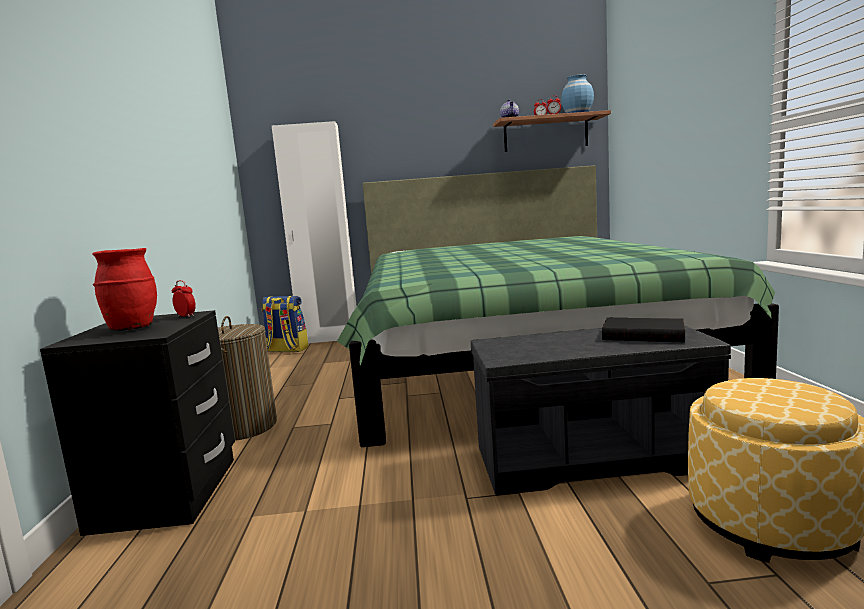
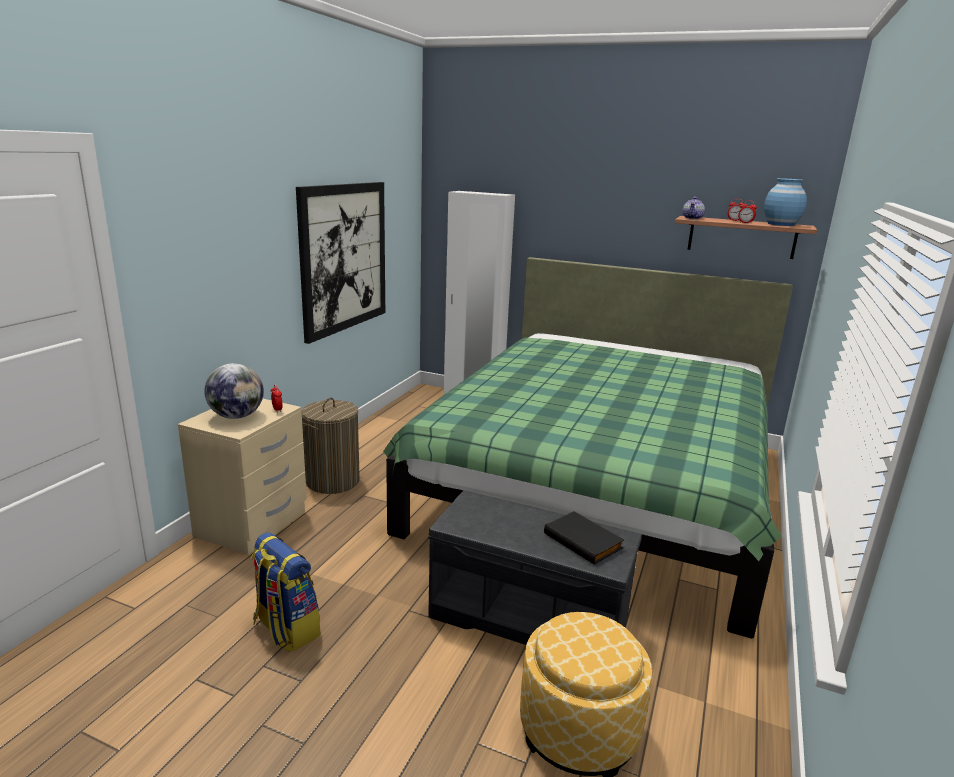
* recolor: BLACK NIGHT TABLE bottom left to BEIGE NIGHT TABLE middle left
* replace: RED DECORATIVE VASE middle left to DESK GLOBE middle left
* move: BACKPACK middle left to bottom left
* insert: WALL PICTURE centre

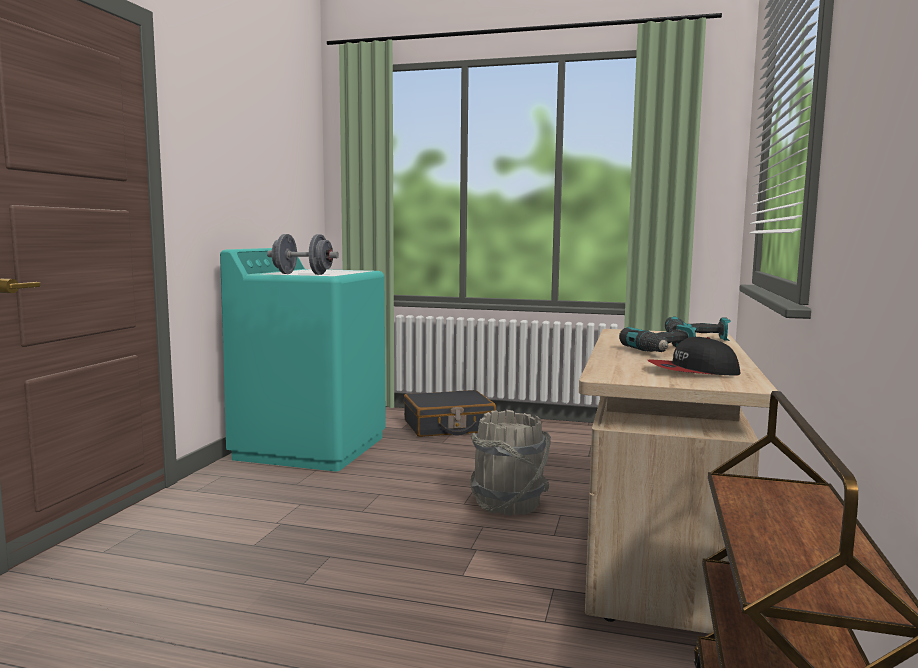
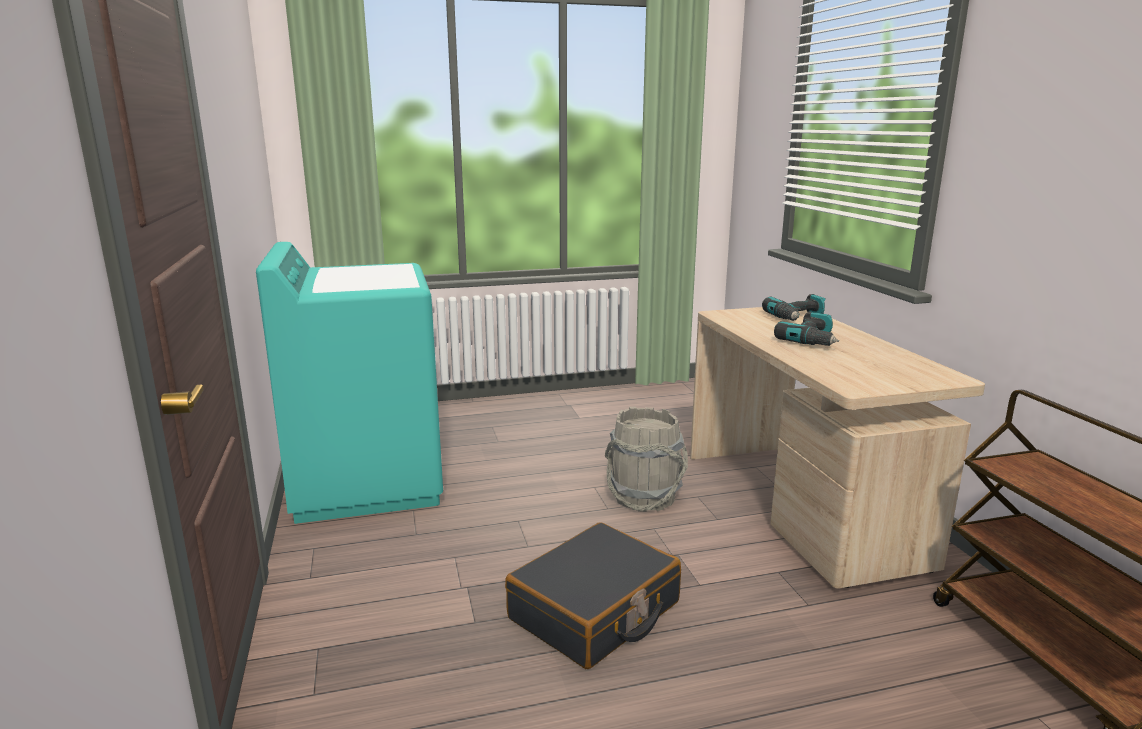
* delete: GRAY FREE WEIGHT middle left
* move: BLACK SUITCASE centre to bottom centre
* delete: PEAKED CAP middle right

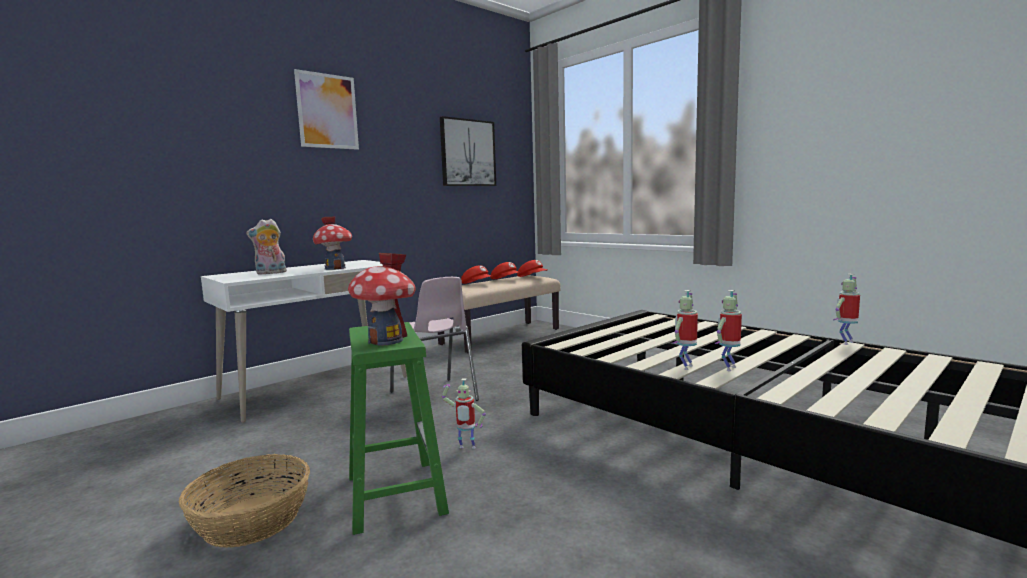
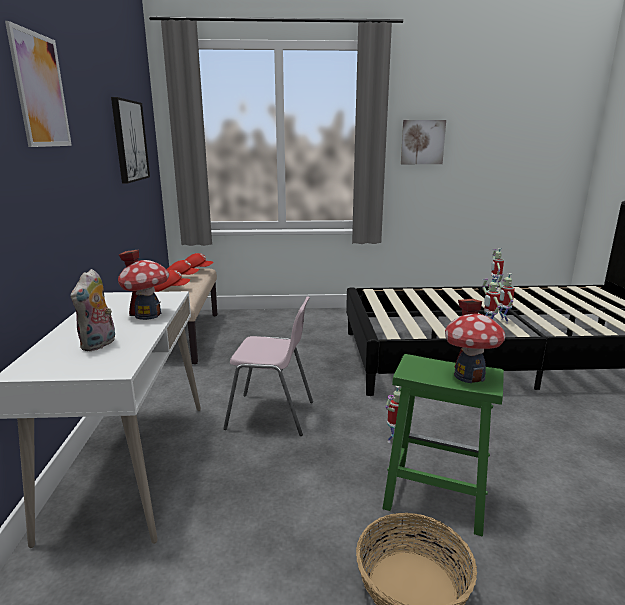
* insert: WALL PICTURE (3rd from left) top right

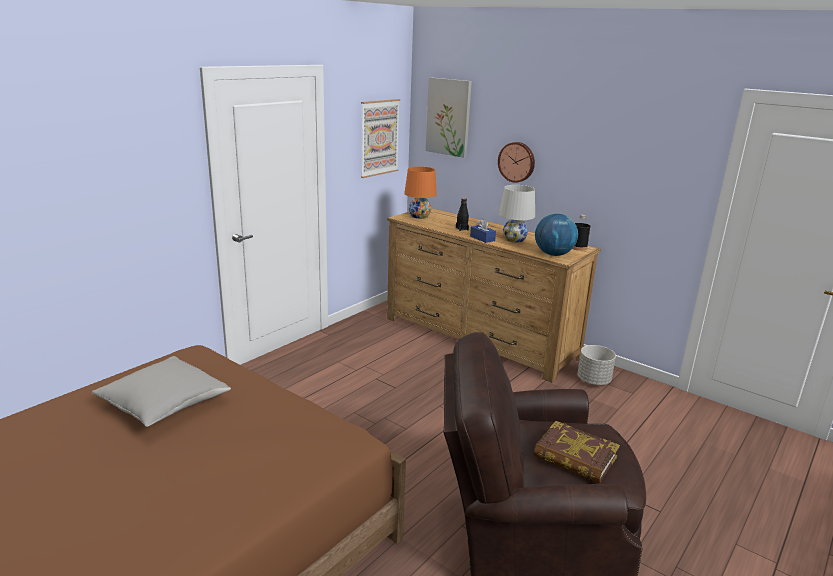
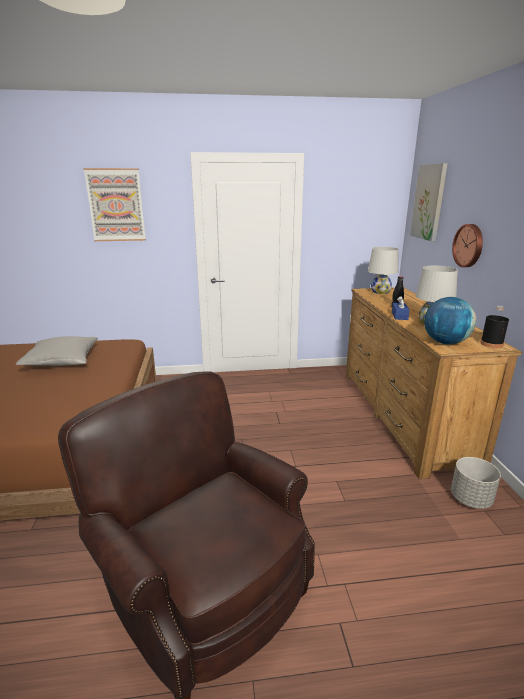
* move: WALL PICTURE (1st from left) top centre to top left
* recolor: ORANGE-COLOURED TABLE LAMP centre to WHITISH TABLE LAMP (1st from left) middle right
* delete: BOOK bottom right

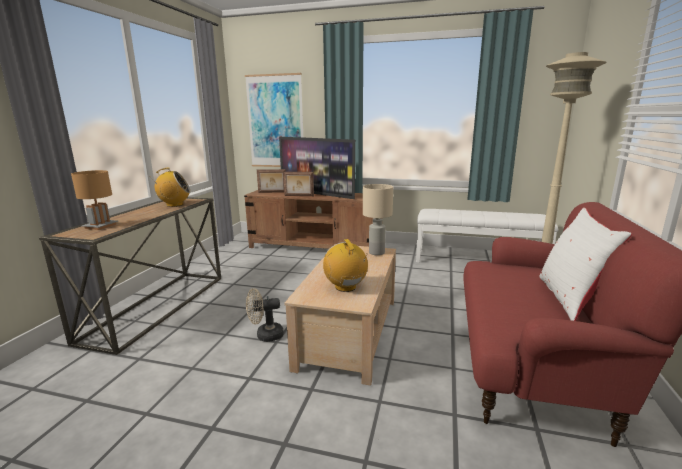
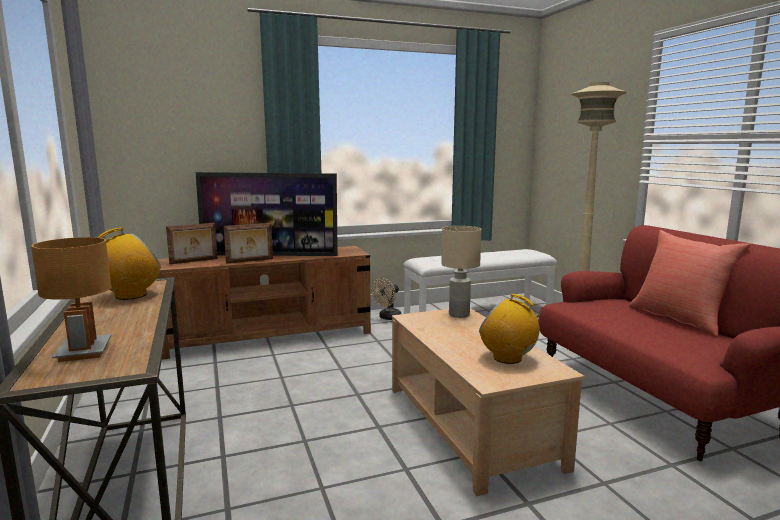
* delete: WALL PICTURE top centre
* move: BEIGE FAN bottom centre to centre
* recolor: WHITISH PILLOW middle right to RED PILLOW middle right

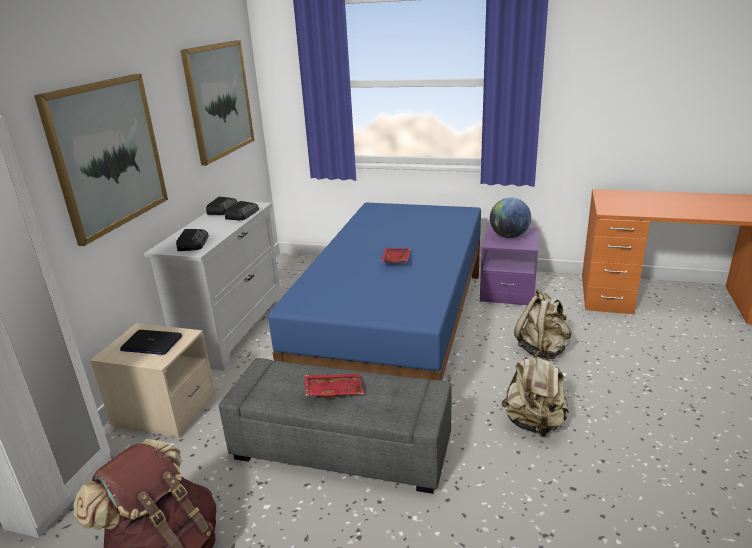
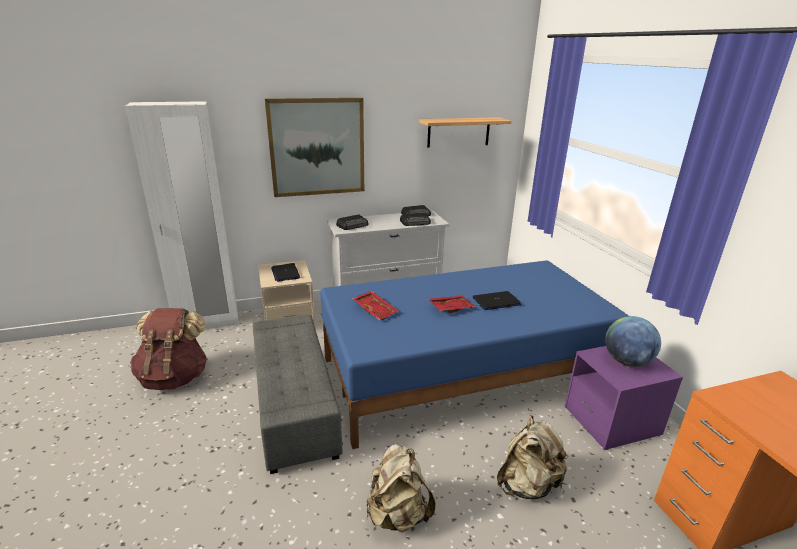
* replace: WALL PICTURE (2nd from left) top left to SHELF top centre
* move: RED SERVING TRAY (1st from left) bottom centre to centre
* insert: PORTABLE COMPUTER (2nd from left) centre

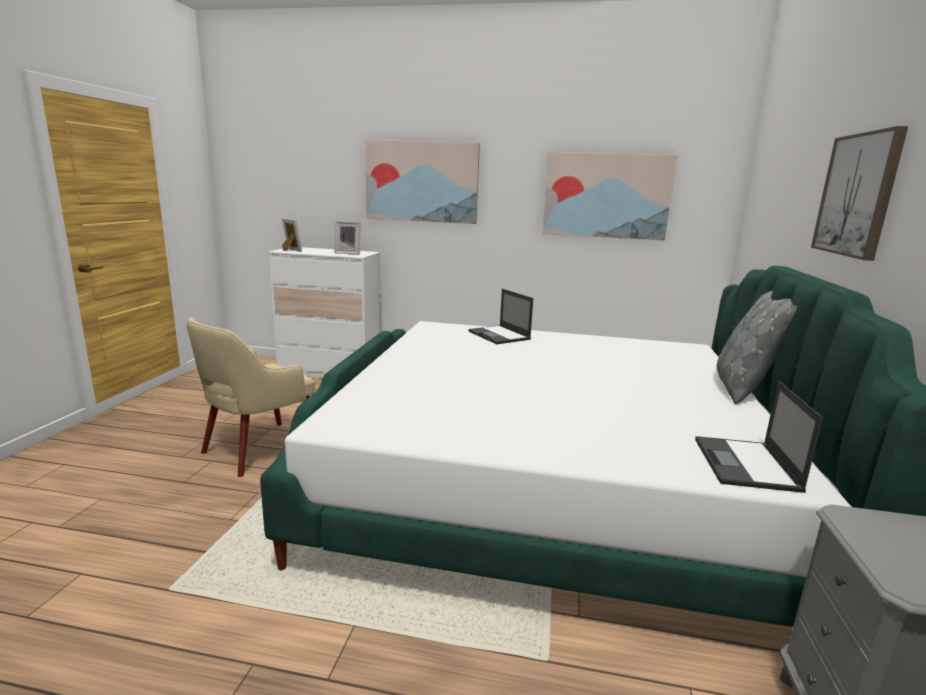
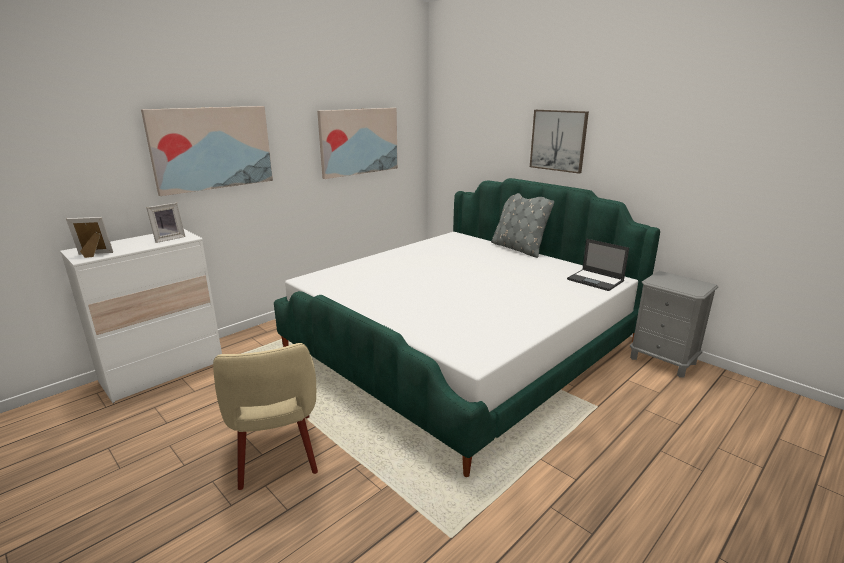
* delete: PORTABLE COMPUTER (1st from left) centre

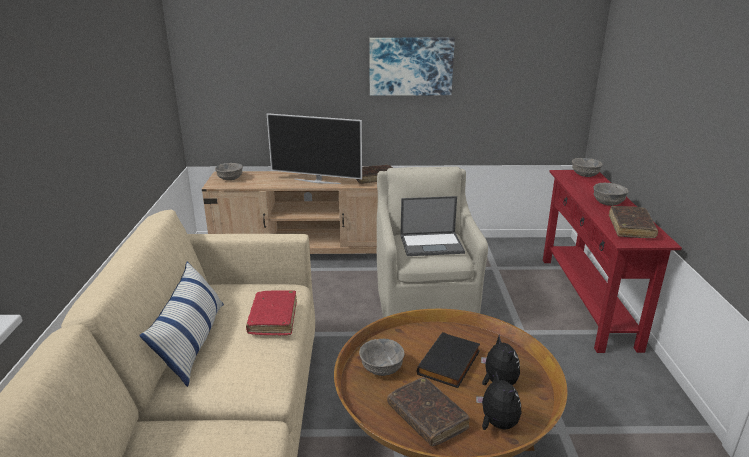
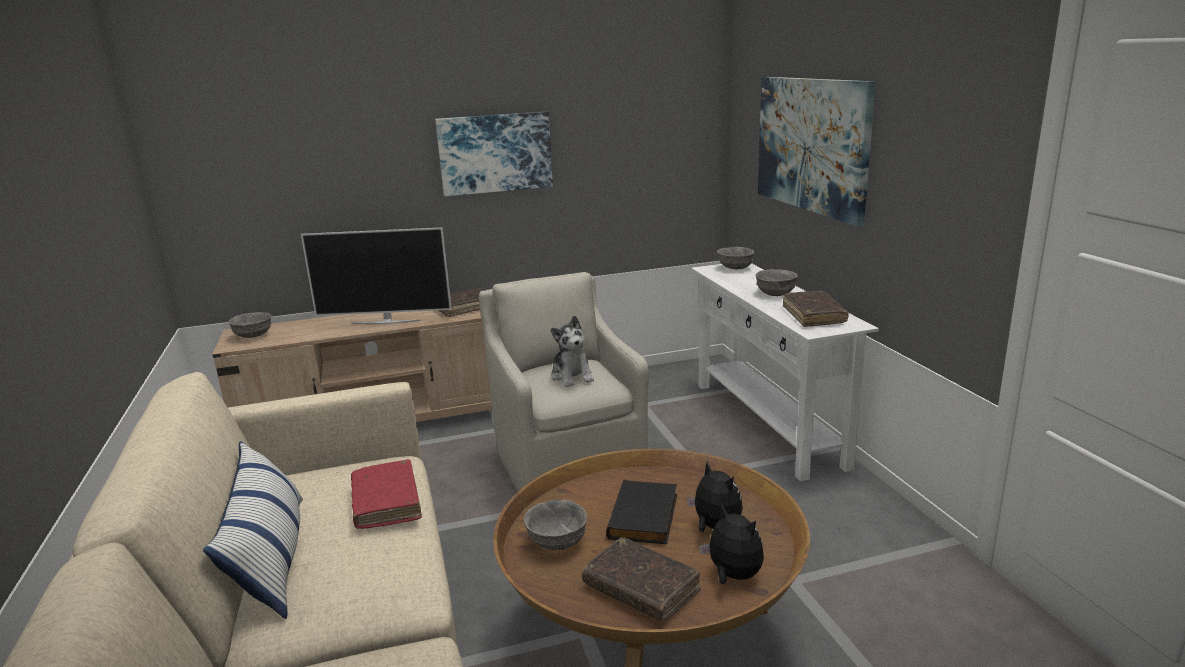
* replace: PORTABLE COMPUTER centre to SOFT TOY (1st from left) centre
* recolor: RED CONSOLE TABLE middle right to WHITISH CONSOLE TABLE centre
* insert: WALL PICTURE (2nd from left) top right

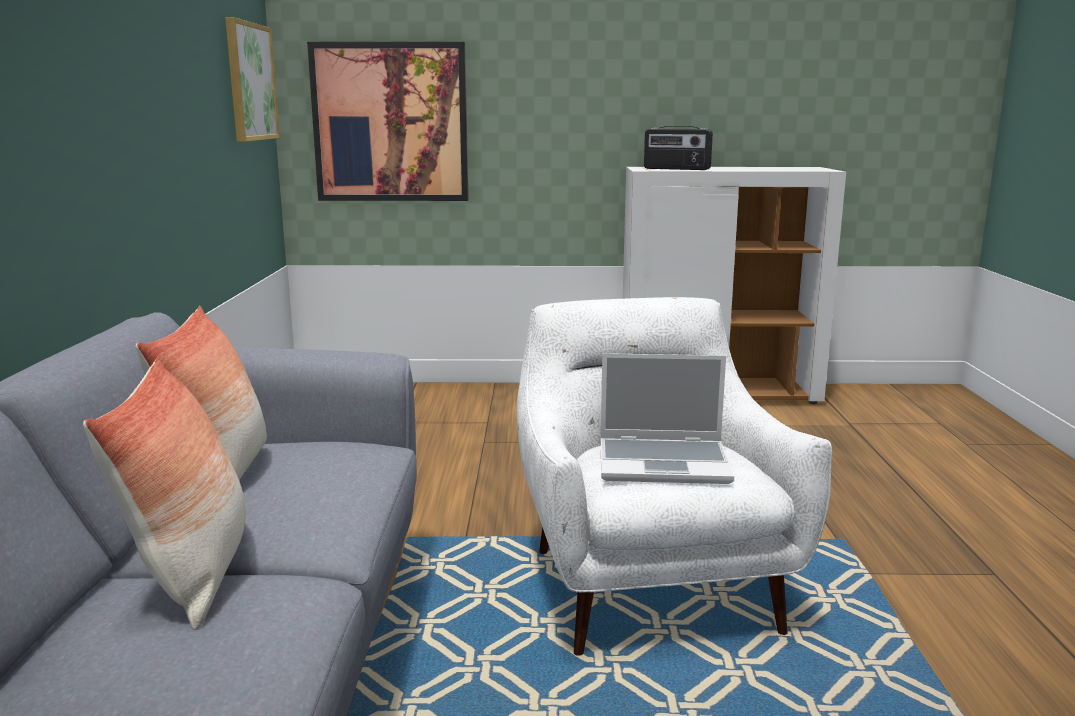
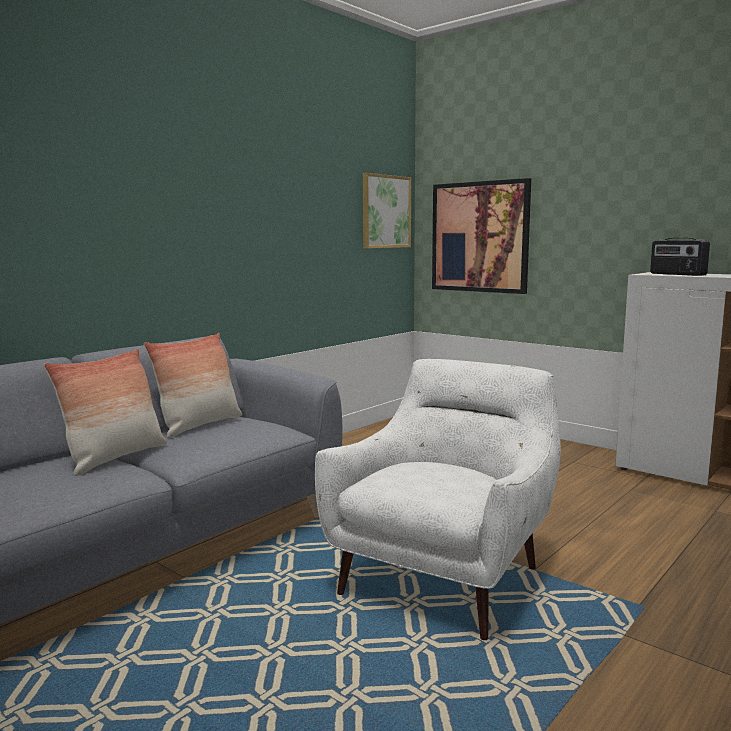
* delete: PORTABLE COMPUTER centre

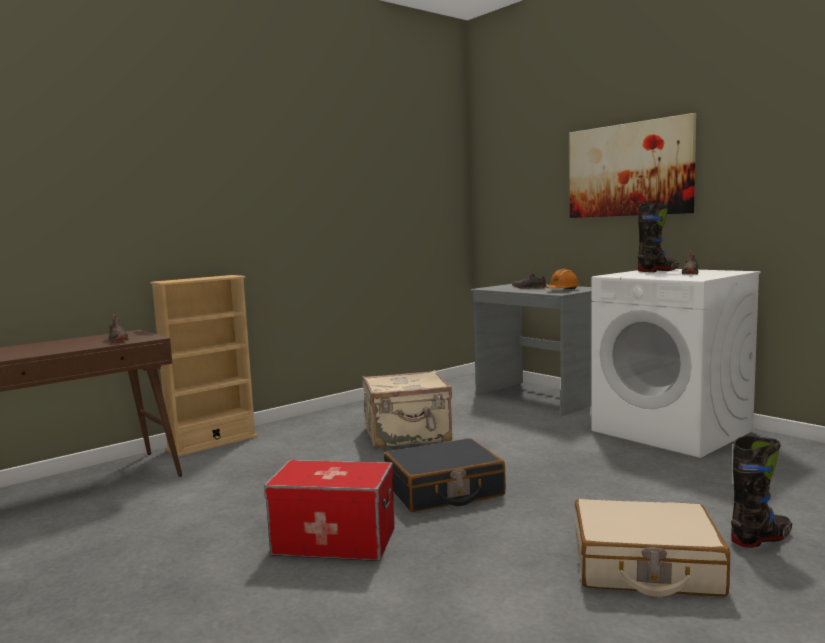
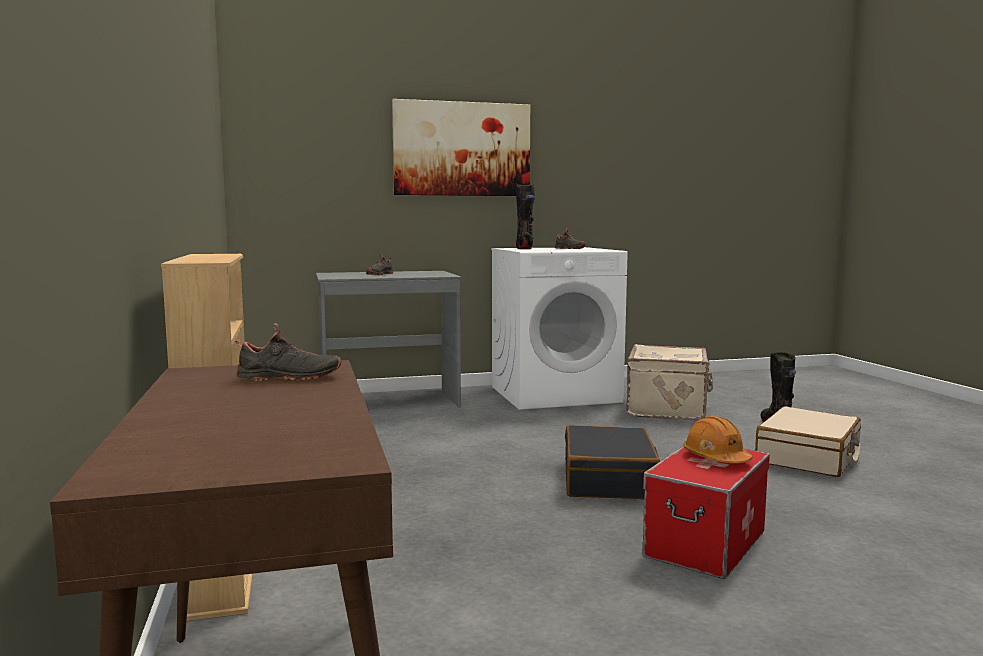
* move: BEIGE SUITCASE (1st from left) centre to middle right
* move: ORANGE-COLOURED HARD HAT middle right to bottom right

